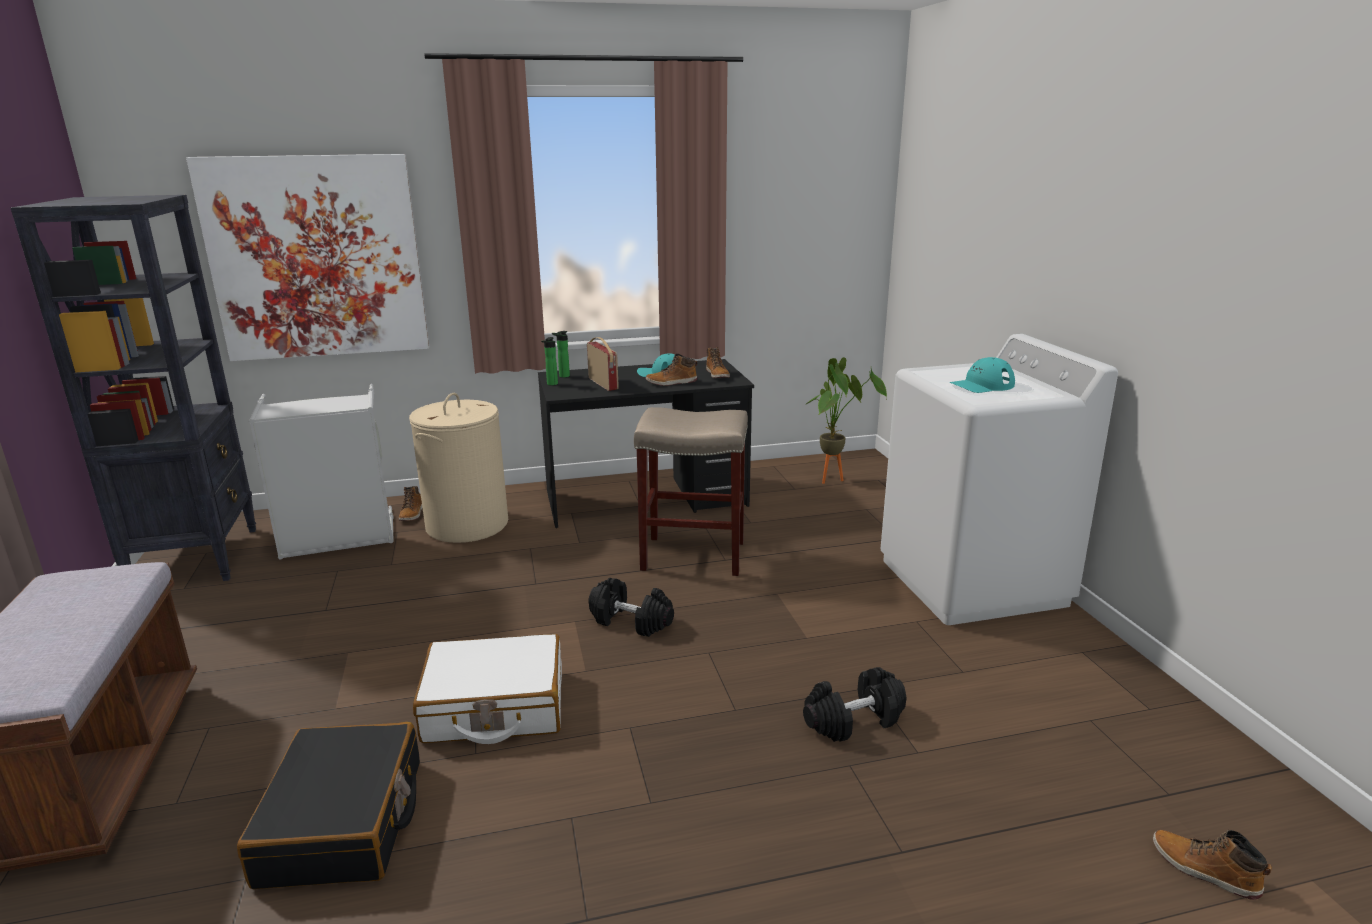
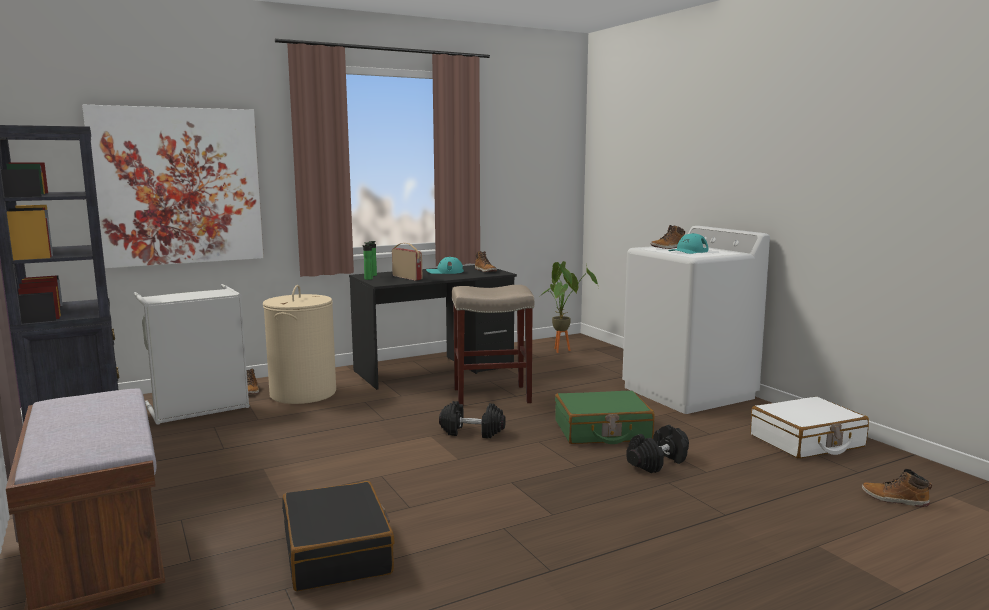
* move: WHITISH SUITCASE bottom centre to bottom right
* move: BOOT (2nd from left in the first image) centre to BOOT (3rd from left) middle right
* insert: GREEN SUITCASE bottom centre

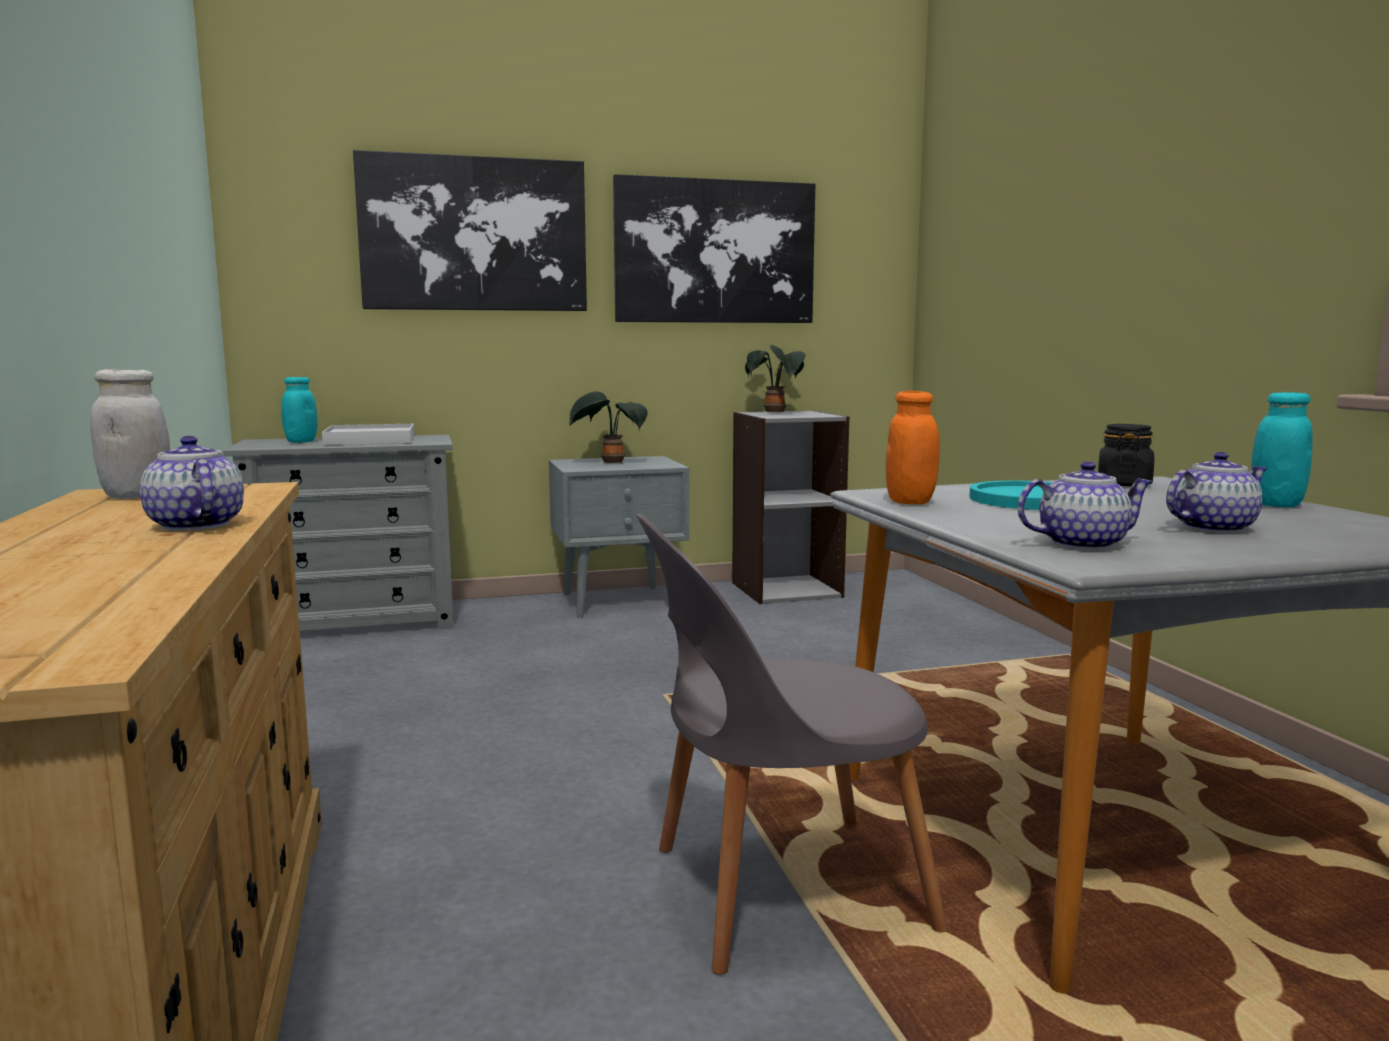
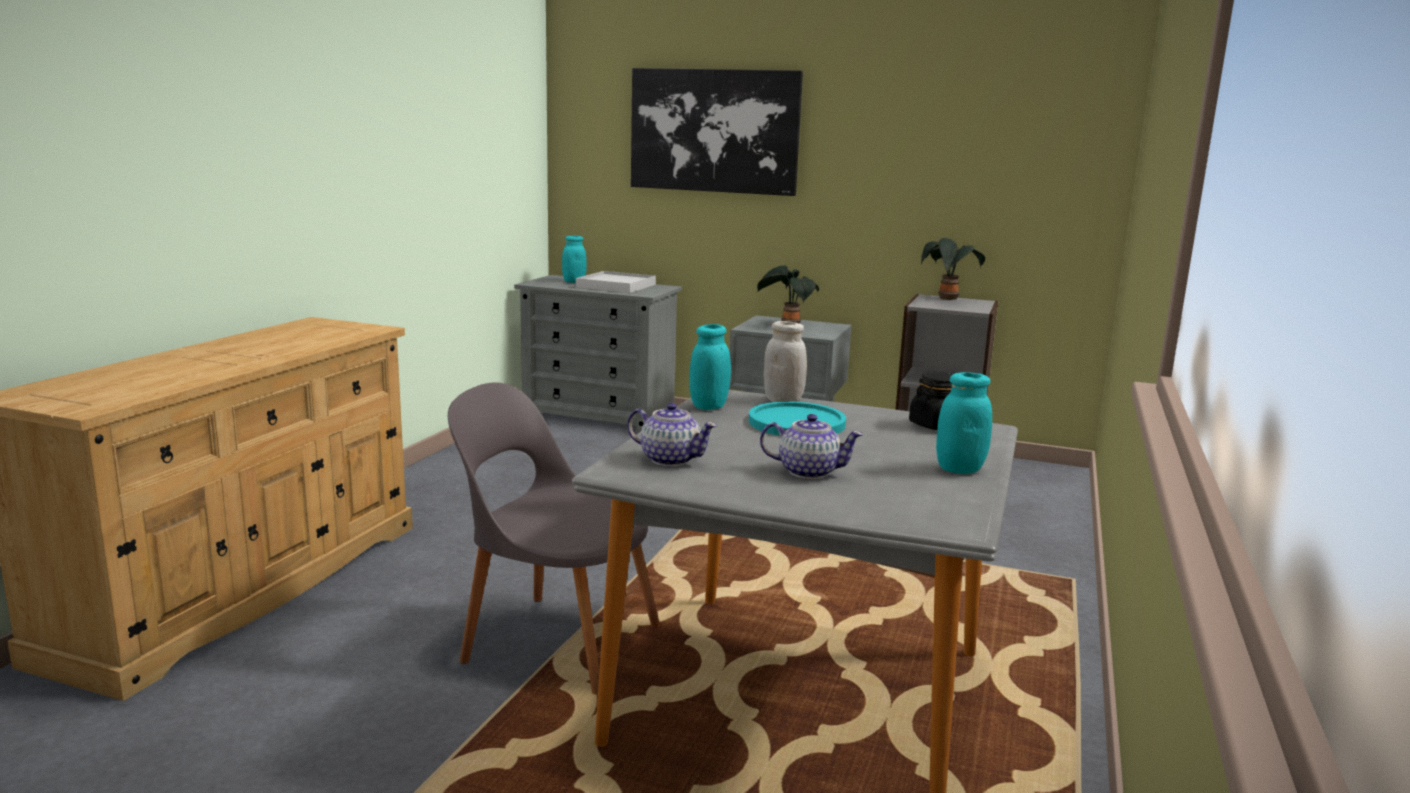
* move: WHITISH JAR middle left to centre
* delete: POT FOR TEA (1st from left) middle left
* delete: WALL PICTURE (2nd from left) top centre
* recolor: ORANGE-COLOURED JAR centre to TURQUOISE JAR (2nd from left) centre

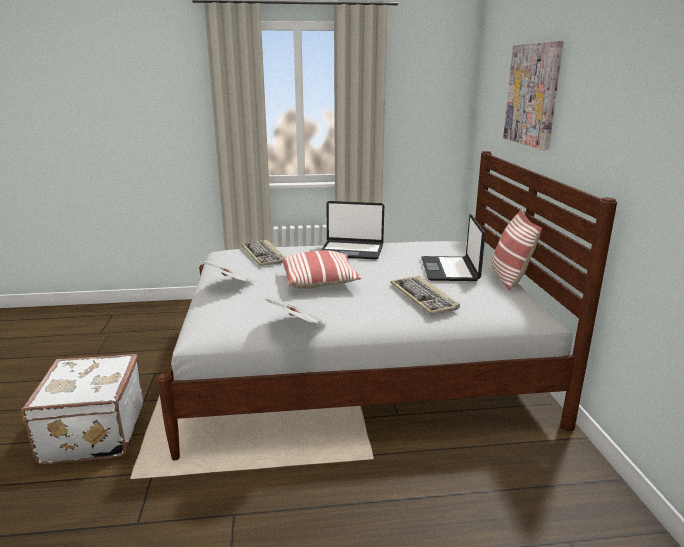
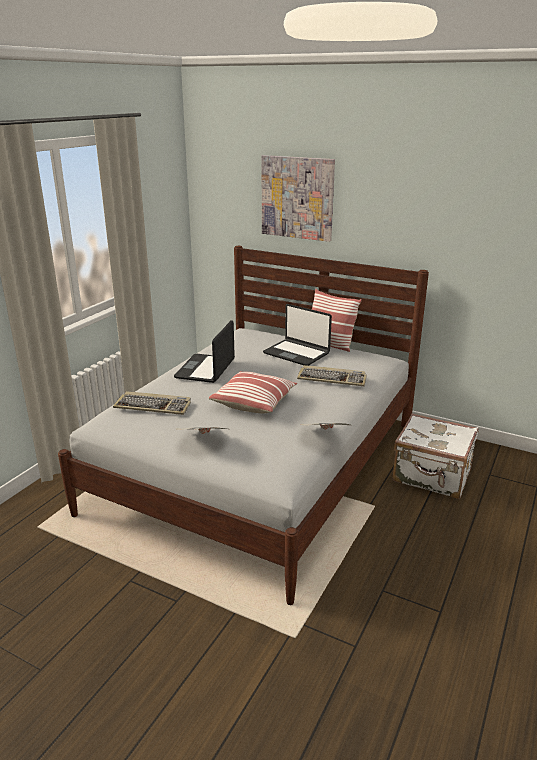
* move: WHITISH SUITCASE bottom left to middle right
* rotate: PORTABLE COMPUTER (1st from left) centre = centre 150 degrees clockwise

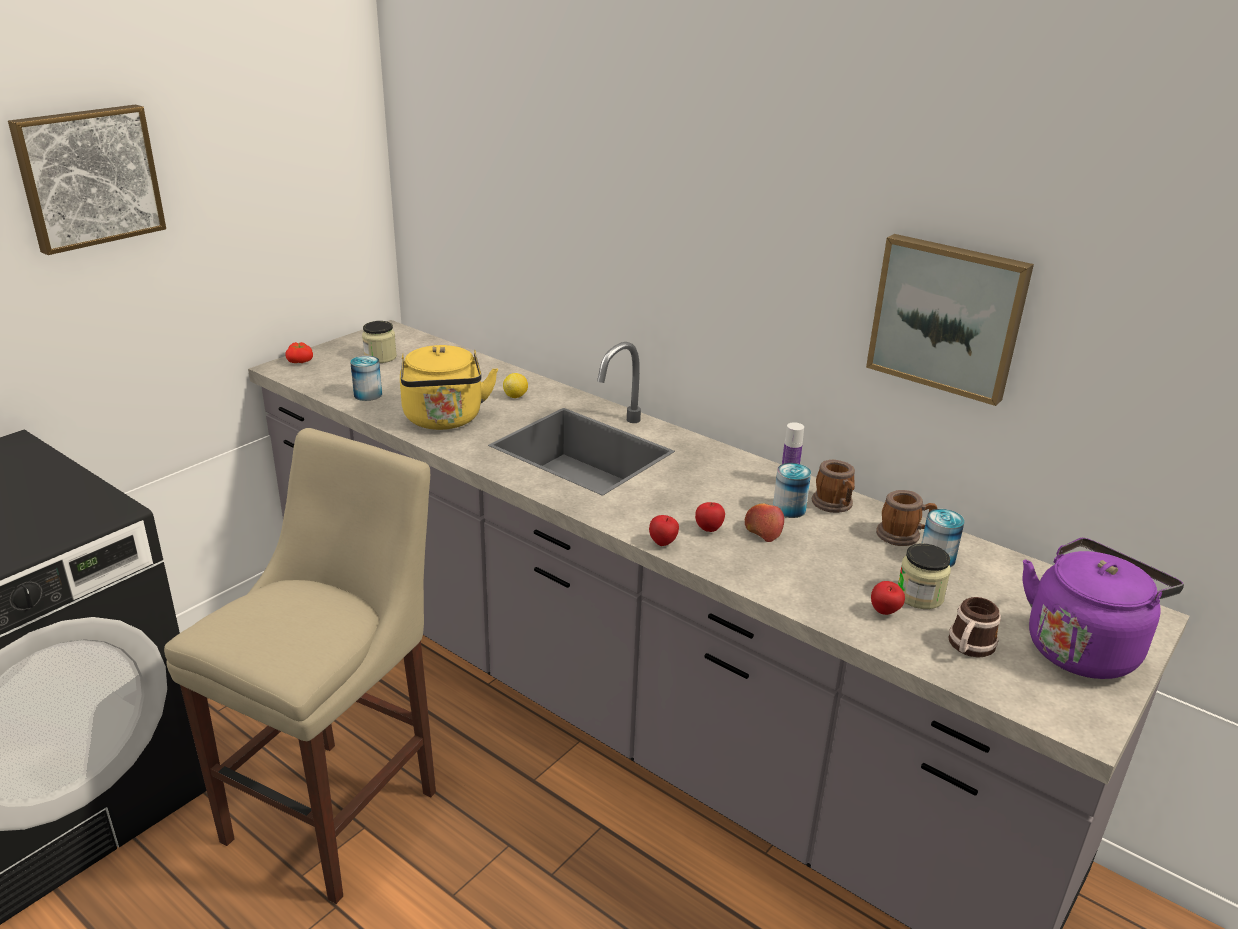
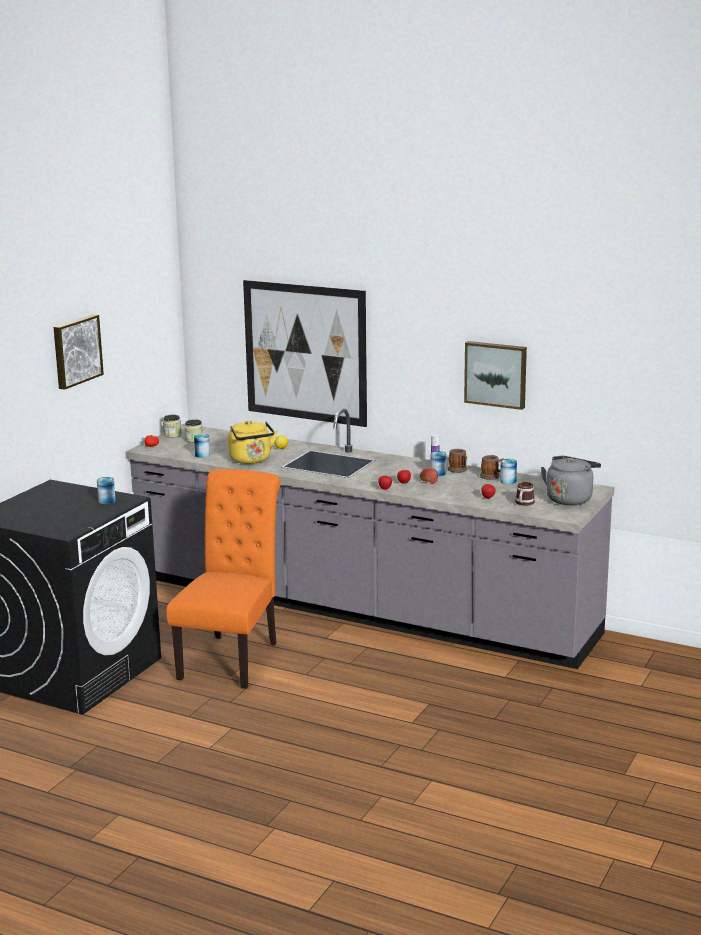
* replace: BEIGE STOOL bottom left to ORANGE-COLOURED UPRIGHT CHAIR middle left
* move: JAR (2nd from left in the first image) middle right to JAR (1st from left) middle left
* recolor: PURPLE-COLOURED TEA KETTLE middle right to GRAY TEA KETTLE middle right
* insert: CAN (1st from left) middle left
* insert: WALL PICTURE (2nd from left) centre

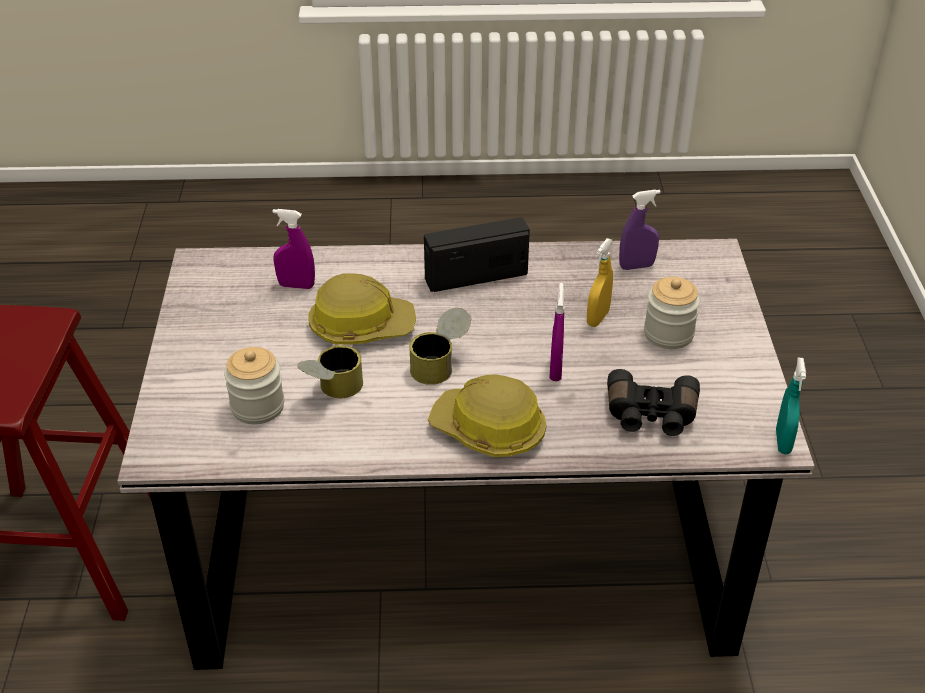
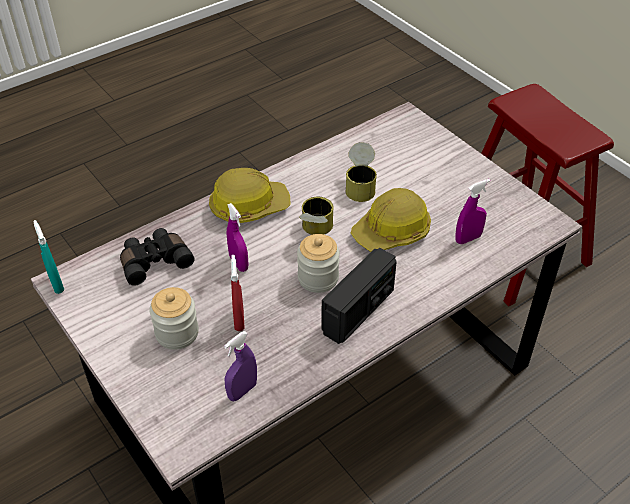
* move: JAR (1st from left in the first image) middle left to JAR (2nd from left) centre
* recolor: YELLOWISH SPRAY BOTTLE centre to RED SPRAY BOTTLE centre

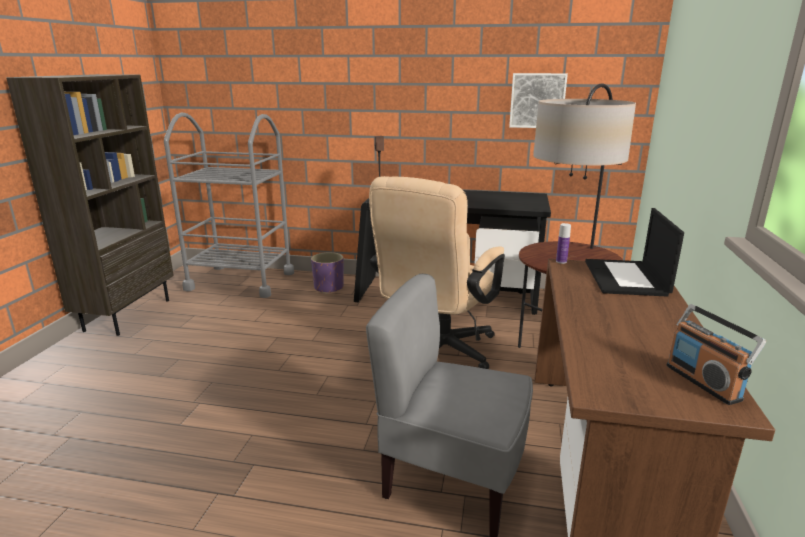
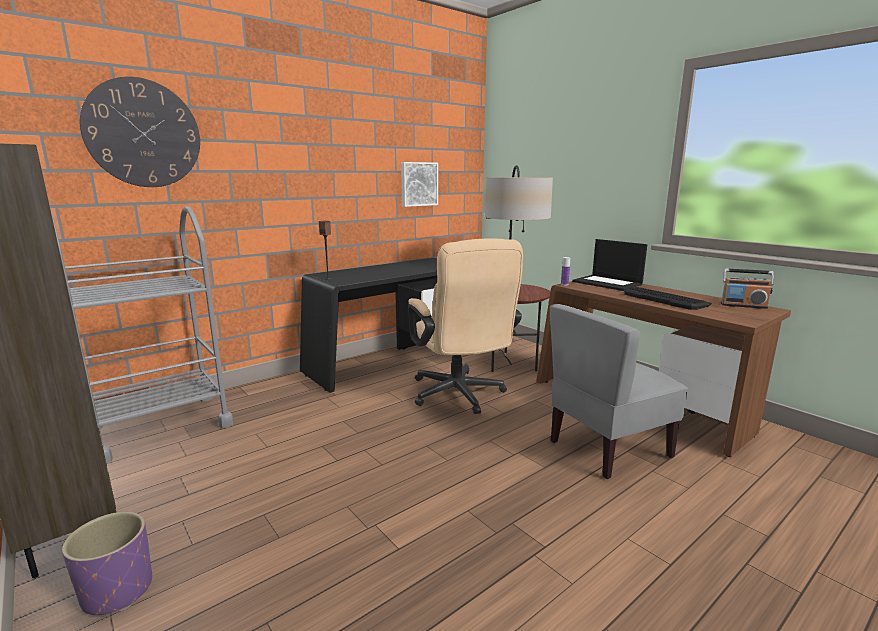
* move: PURPLE-COLOURED FLOWER POT centre to bottom left
* insert: WALL CLOCK top left
* insert: COMPUTER KEYBOARD middle right

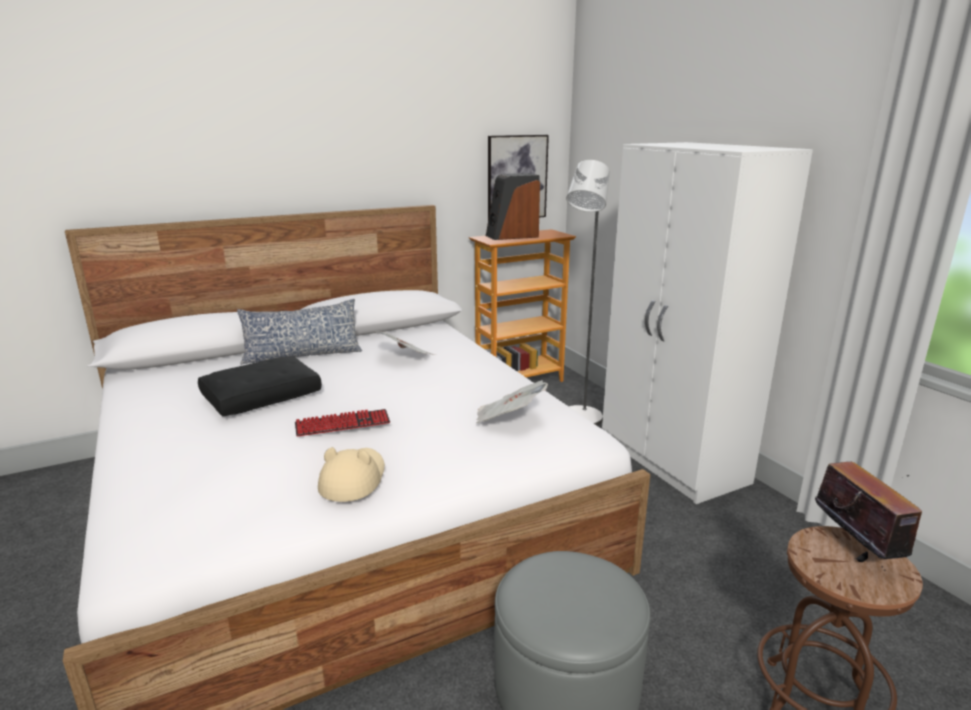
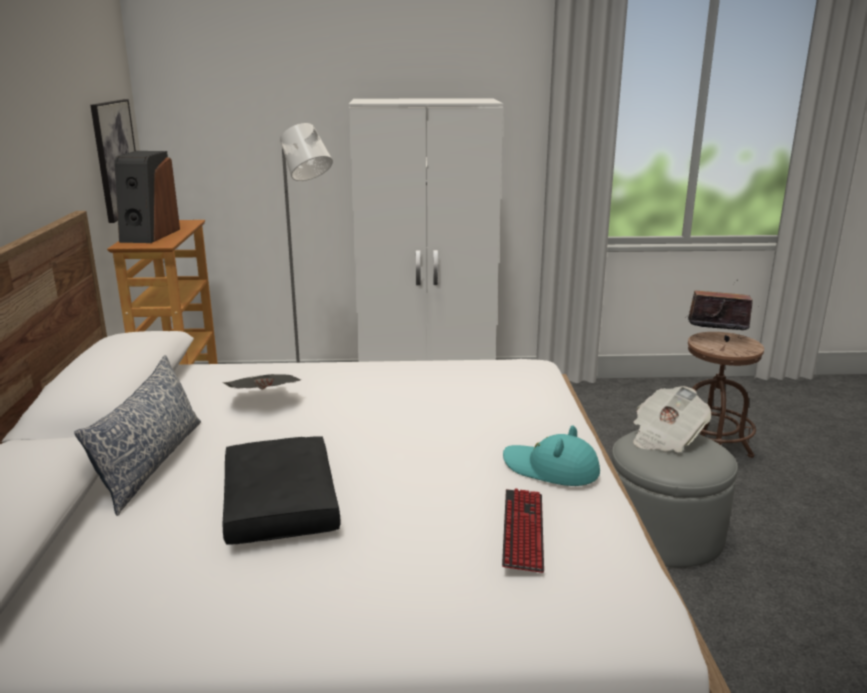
* move: COMPUTER KEYBOARD centre to bottom centre
* recolor: BEIGE HAT bottom centre to TURQUOISE HAT centre
* move: PRINTED PAPER (2nd from left) centre to middle right

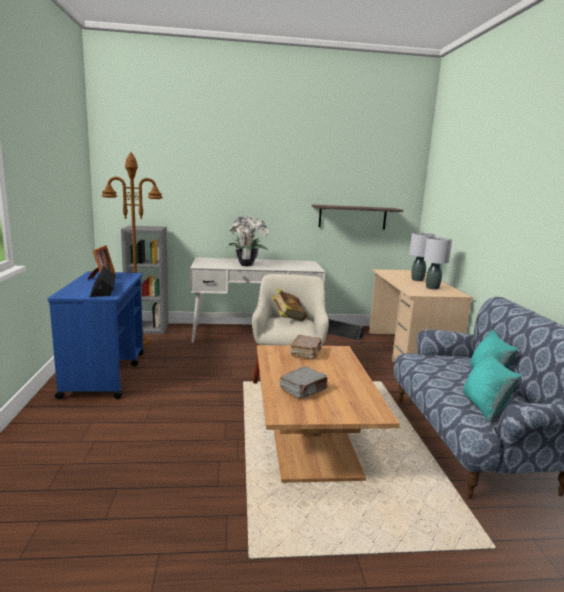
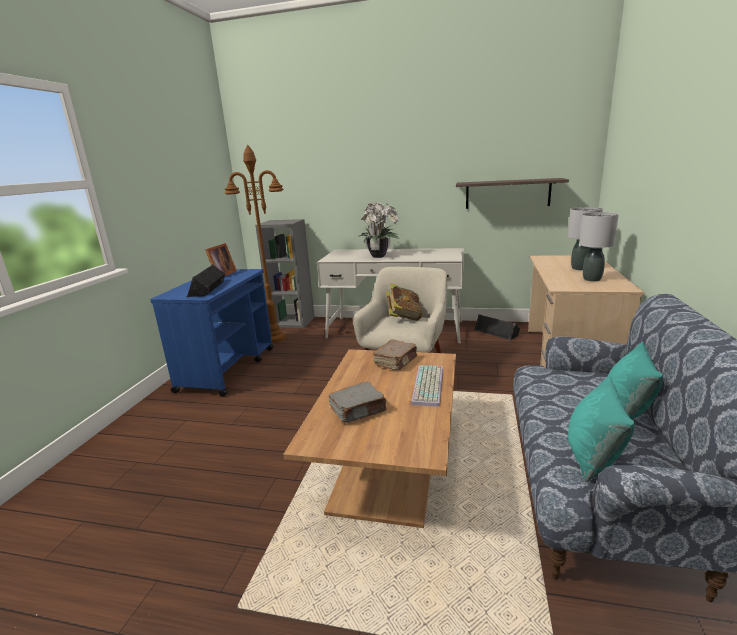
* insert: COMPUTER KEYBOARD centre

